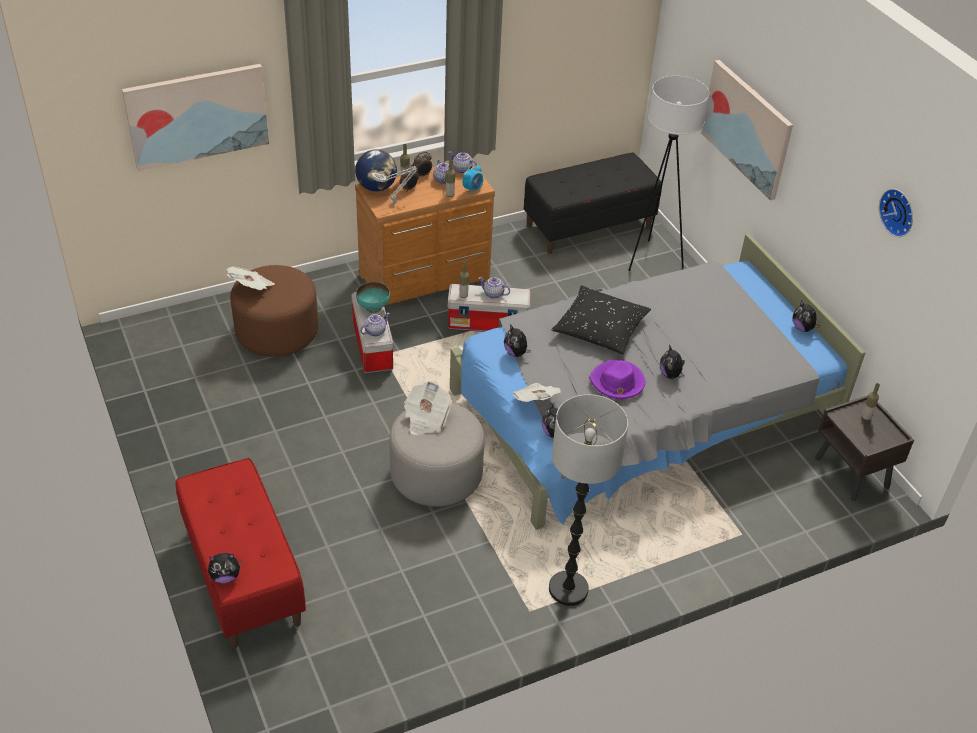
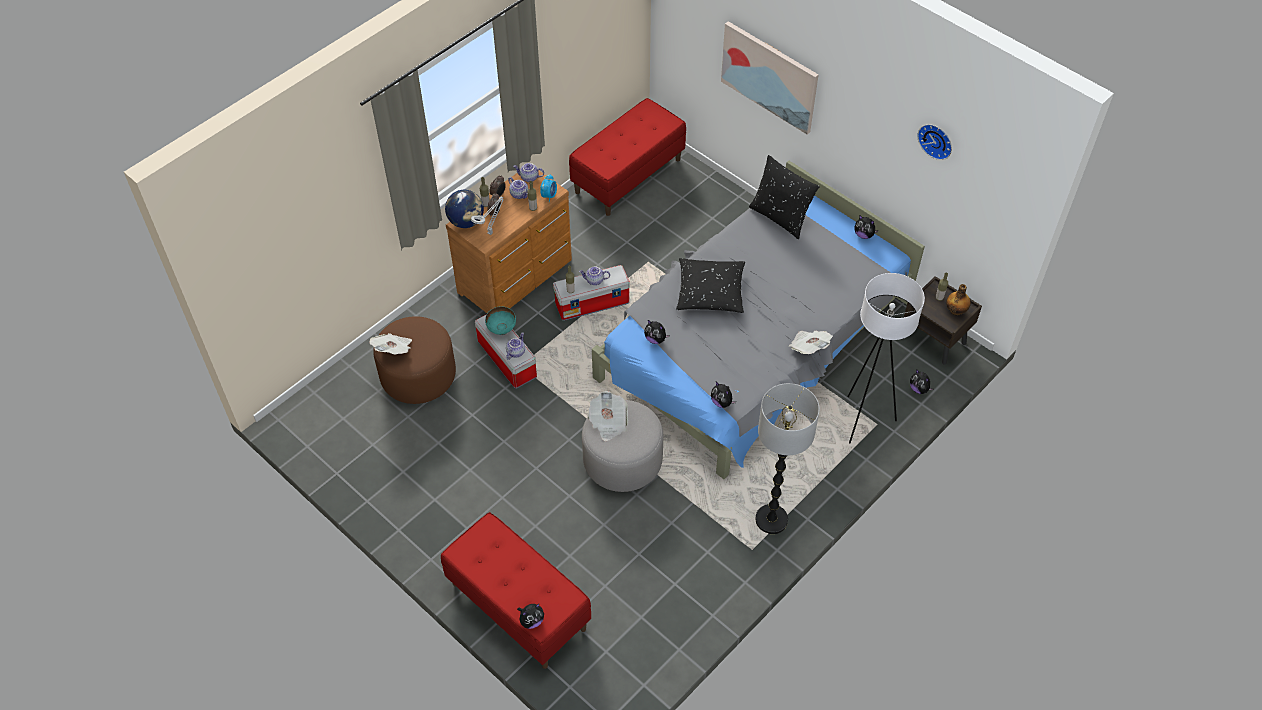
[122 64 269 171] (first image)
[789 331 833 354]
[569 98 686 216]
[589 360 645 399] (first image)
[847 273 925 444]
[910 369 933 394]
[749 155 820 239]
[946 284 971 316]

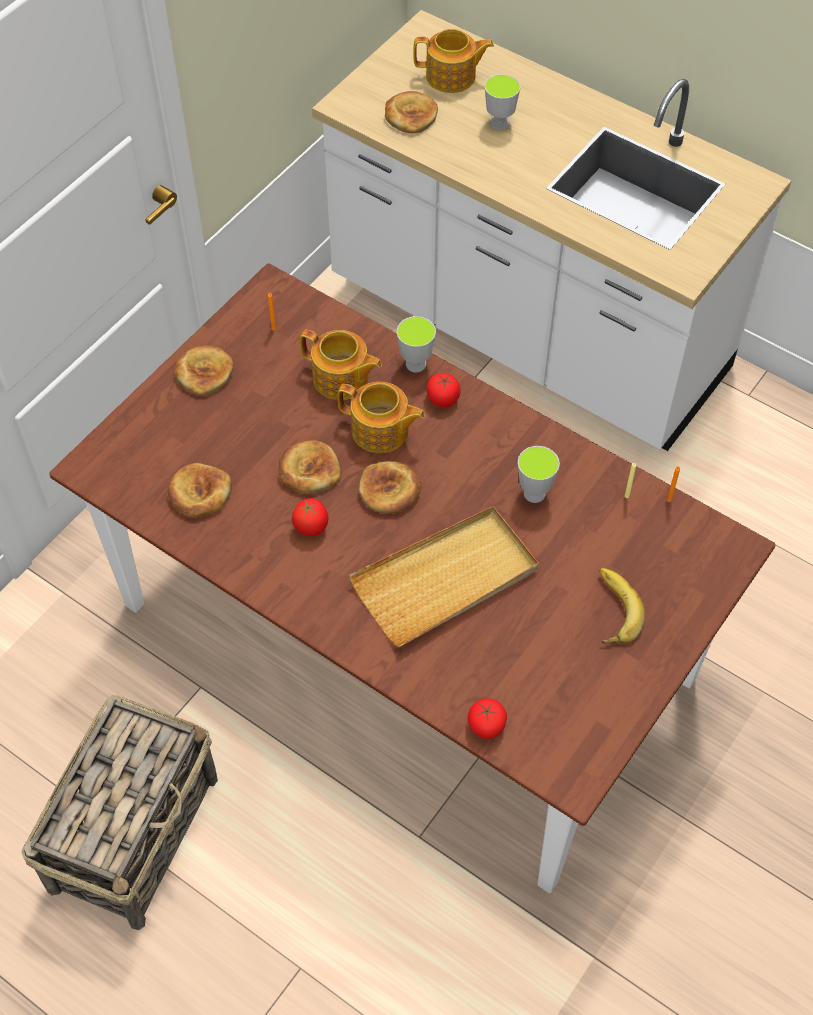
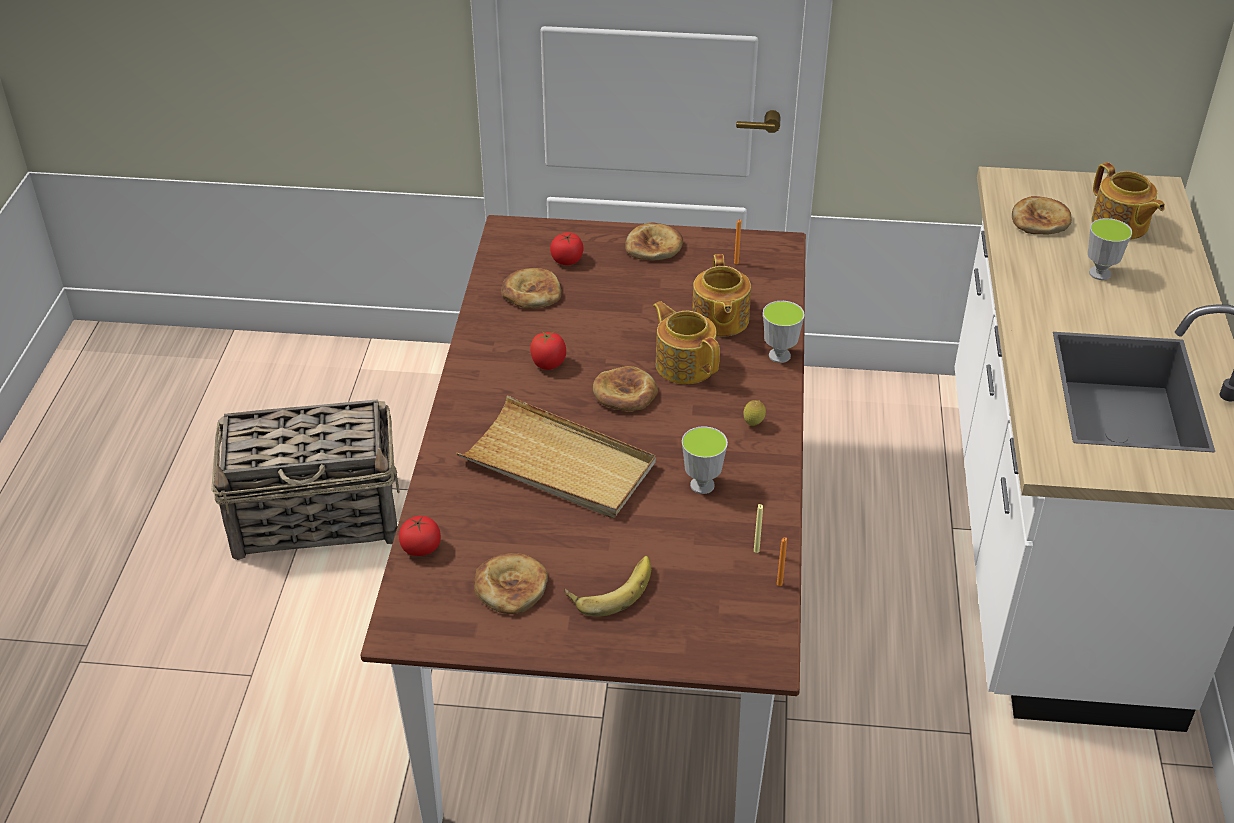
[474 552 548 614]
[653 301 720 384]
[550 232 584 265]
[743 400 766 426]

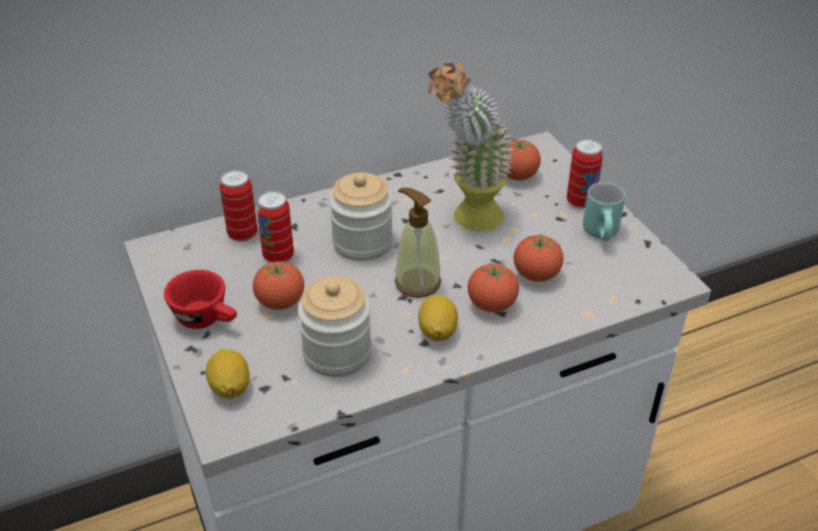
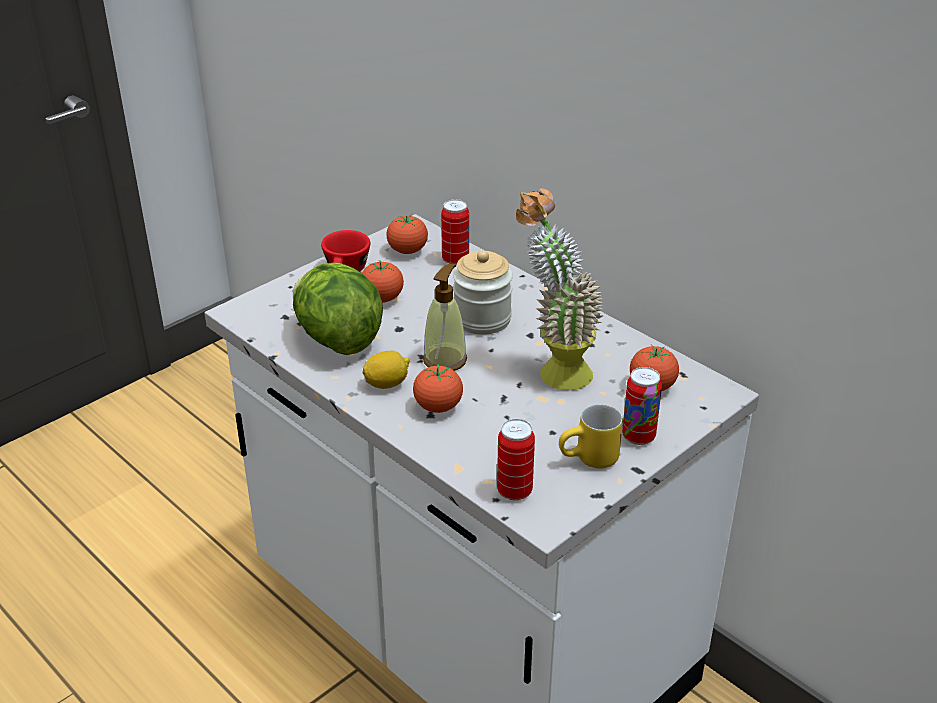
[206 348 249 398] (first image)
[497 419 535 500]
[293 262 383 355]
[386 214 428 254]
[559 404 623 469]

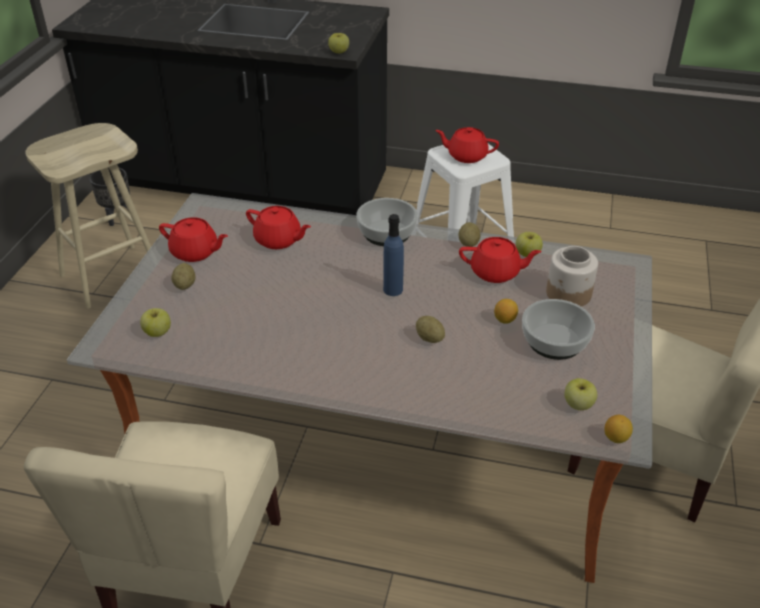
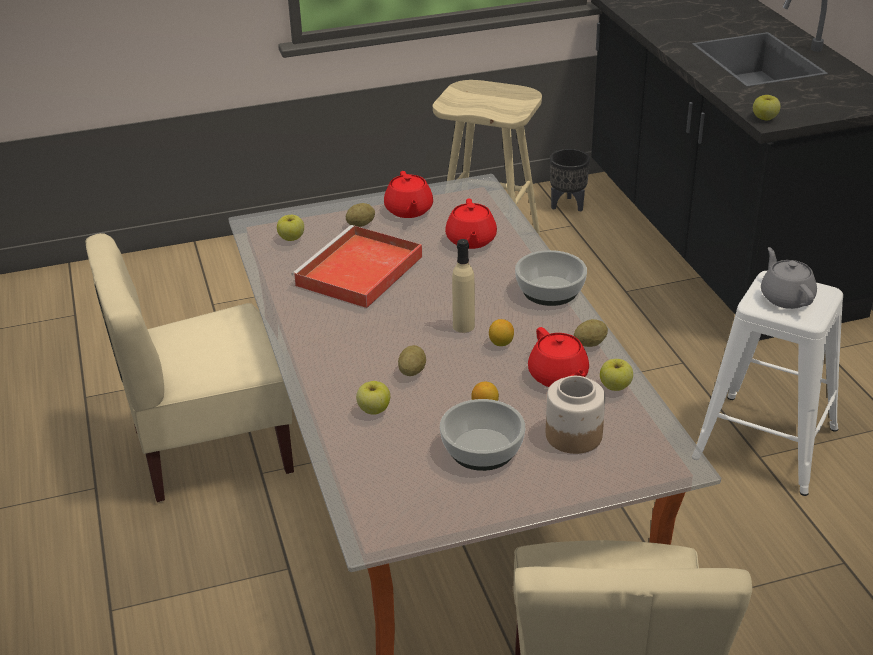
[452 239 475 333]
[761 247 817 309]
[356 381 390 415]
[489 319 514 346]
[291 225 422 308]

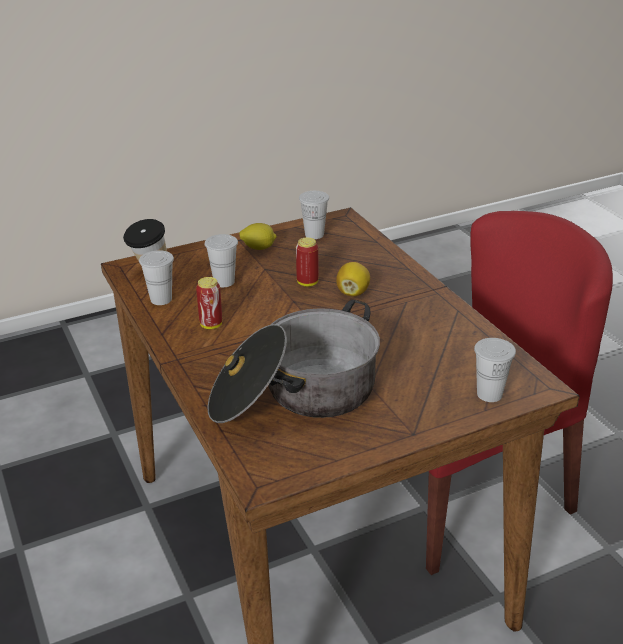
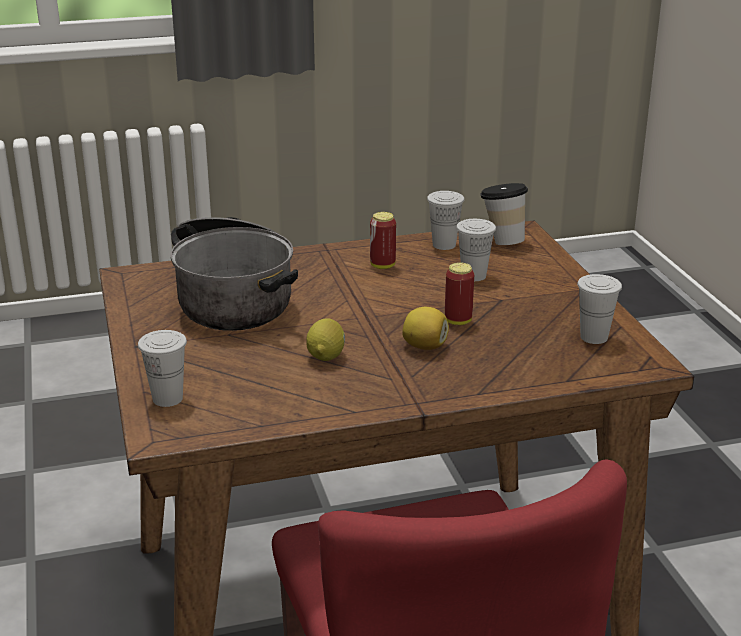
[306 318 345 361]

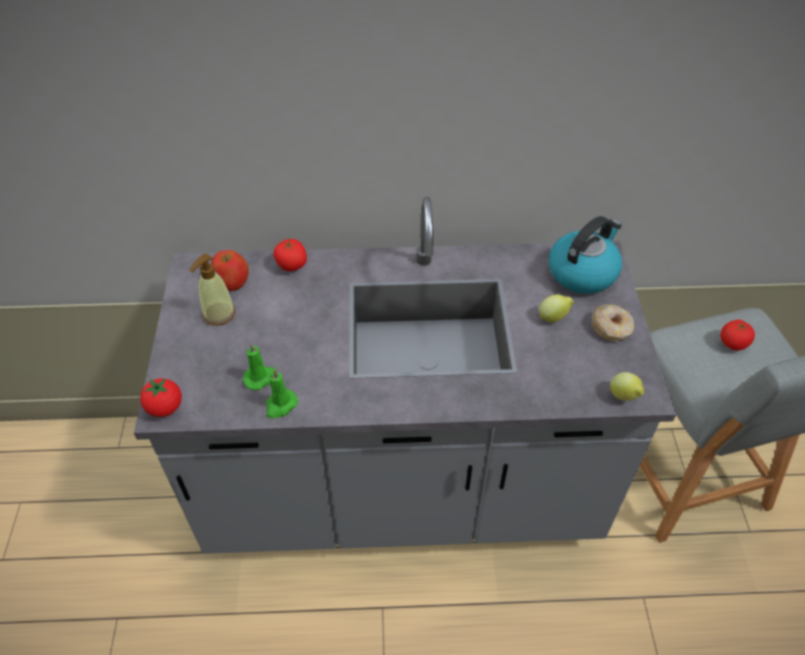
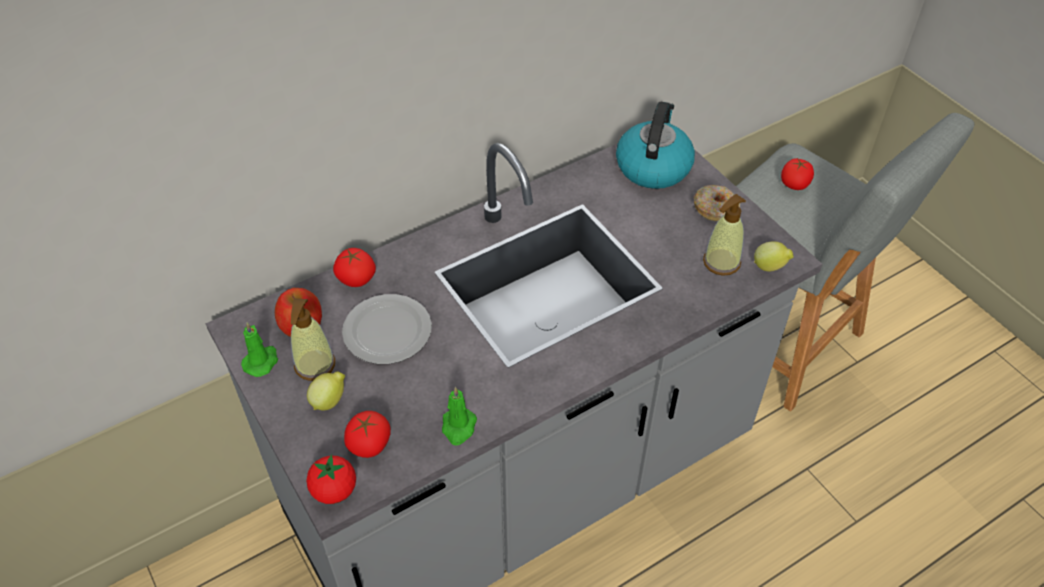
[241 322 278 377]
[307 371 345 410]
[342 294 432 364]
[344 411 391 458]
[703 194 746 276]

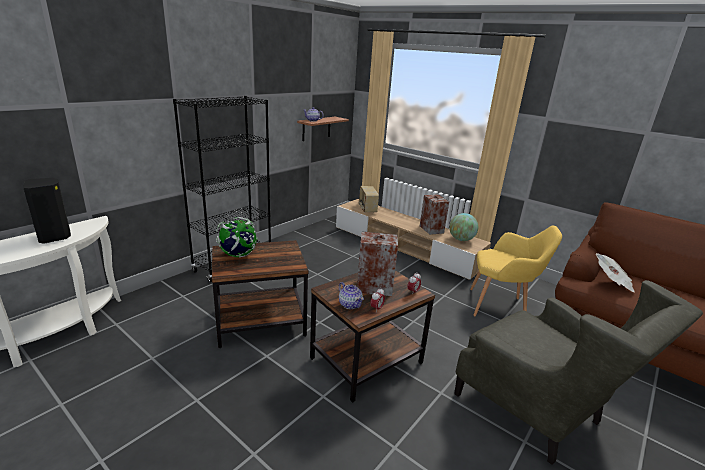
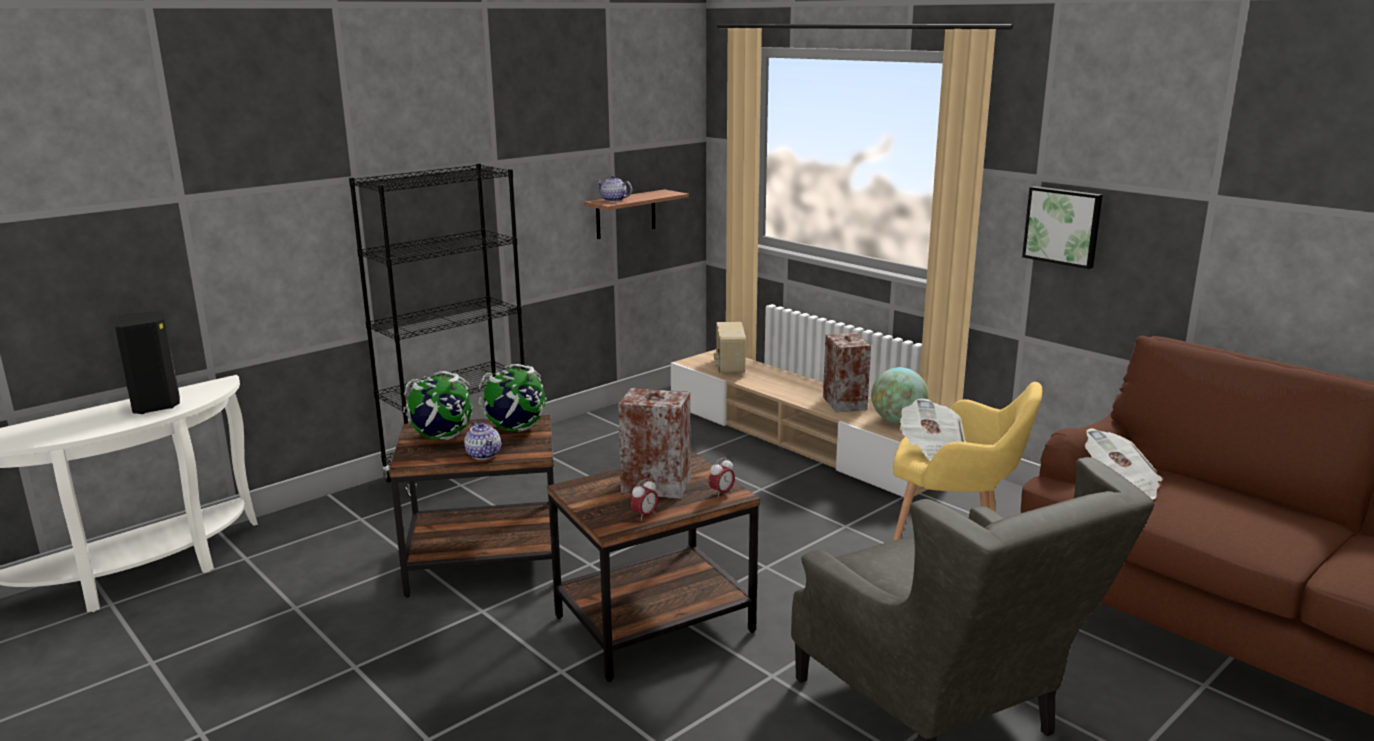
[464 422 501 460]
[478 364 547 432]
[900 399 965 461]
[1022 186 1102 269]

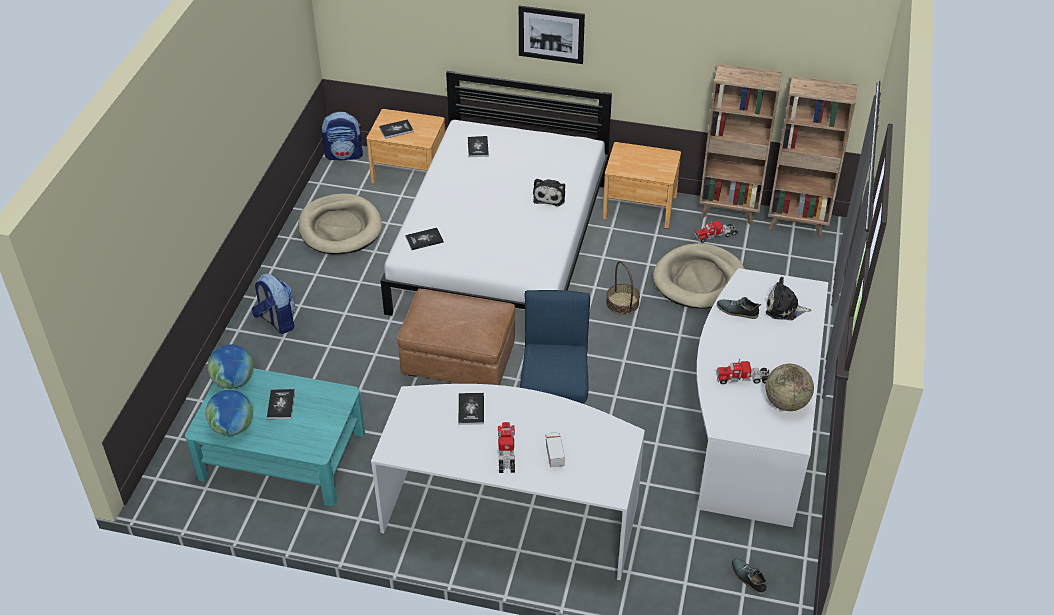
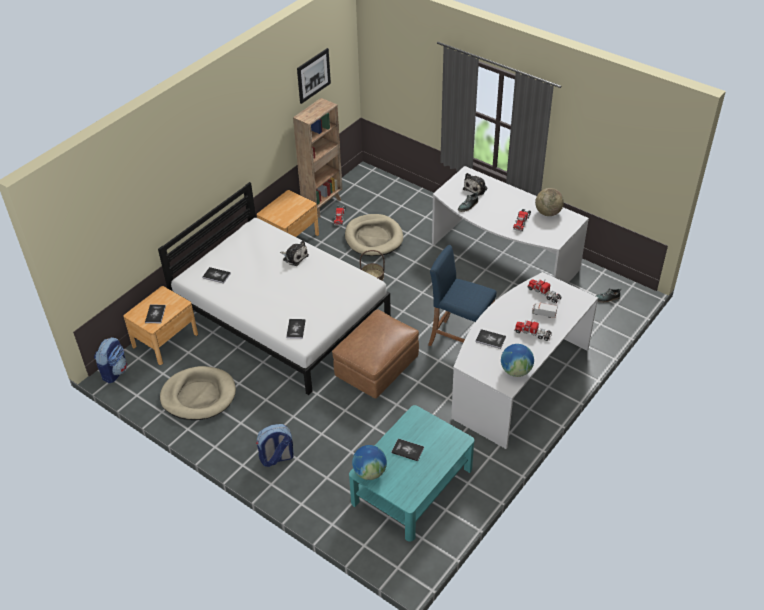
[501 344 534 377]
[297 48 331 104]
[768 76 857 238] (first image)
[527 279 562 303]

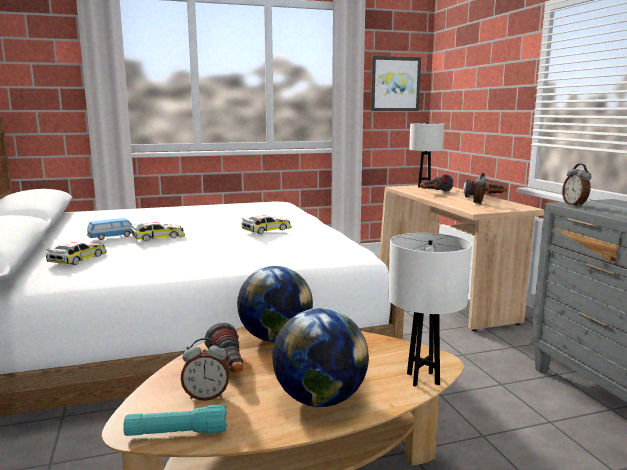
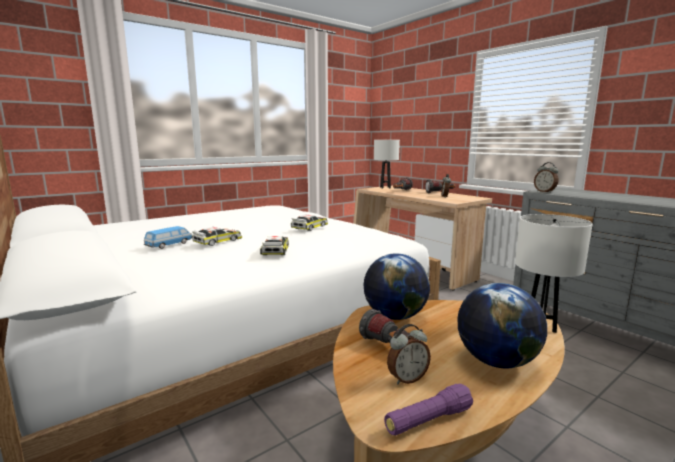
[260 236 289 255]
[384 384 473 435]
[371 56 421 111] (first image)

